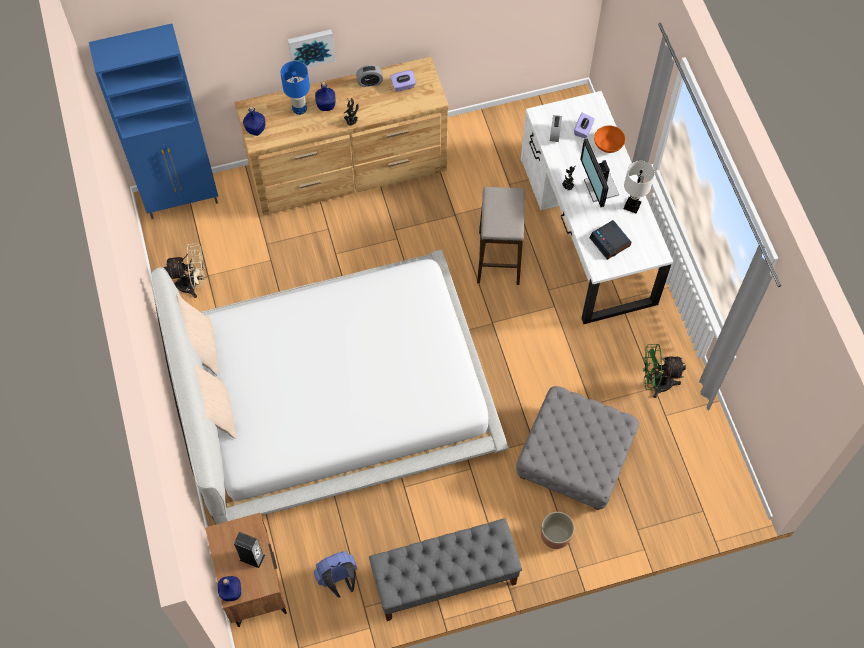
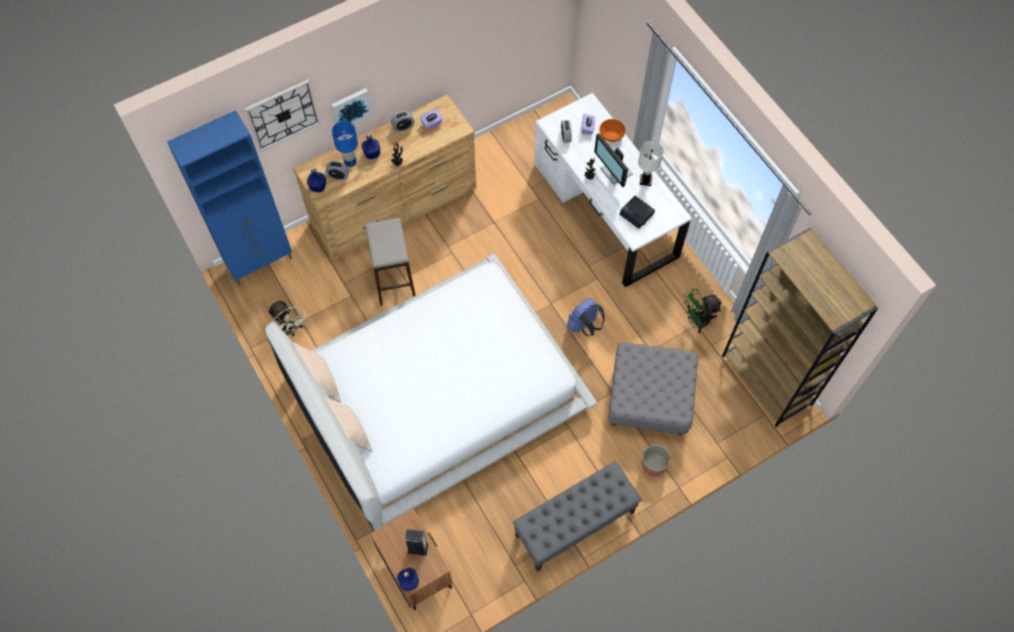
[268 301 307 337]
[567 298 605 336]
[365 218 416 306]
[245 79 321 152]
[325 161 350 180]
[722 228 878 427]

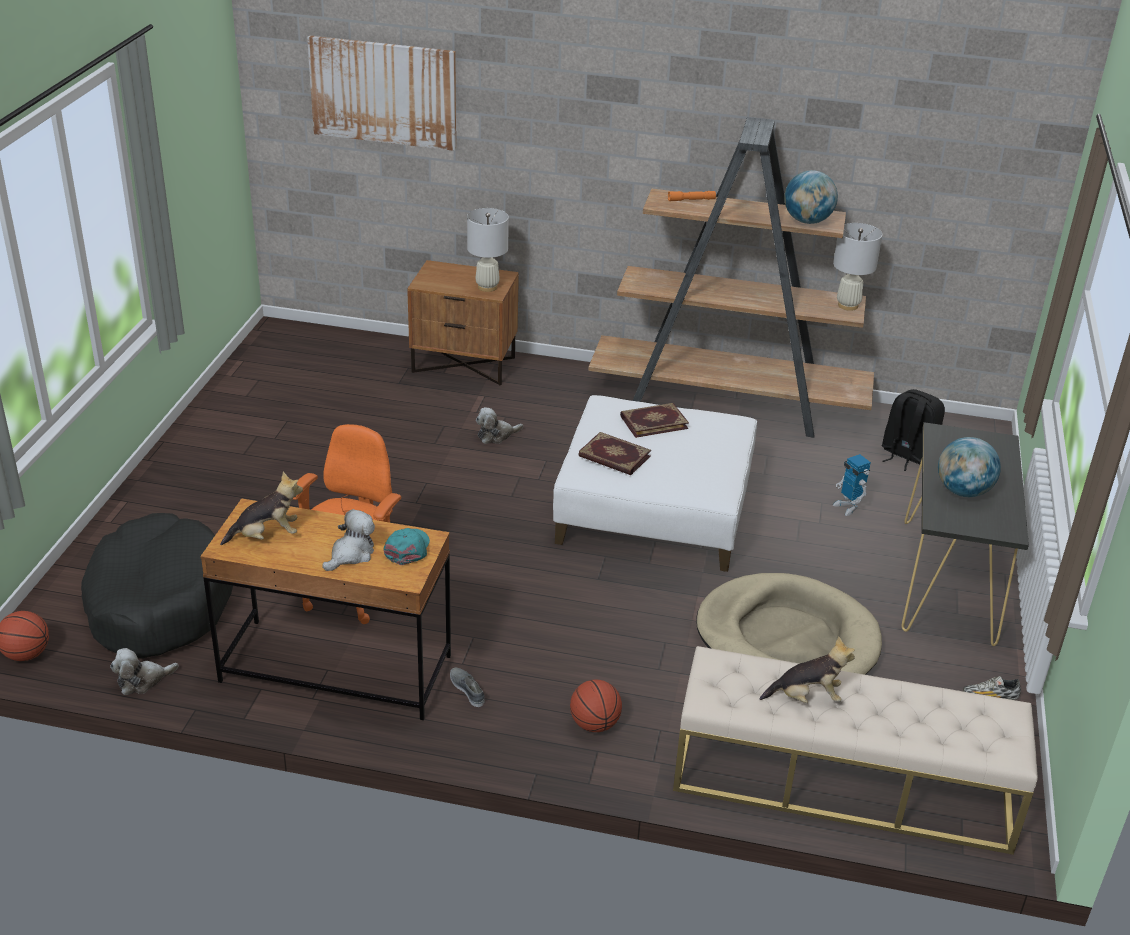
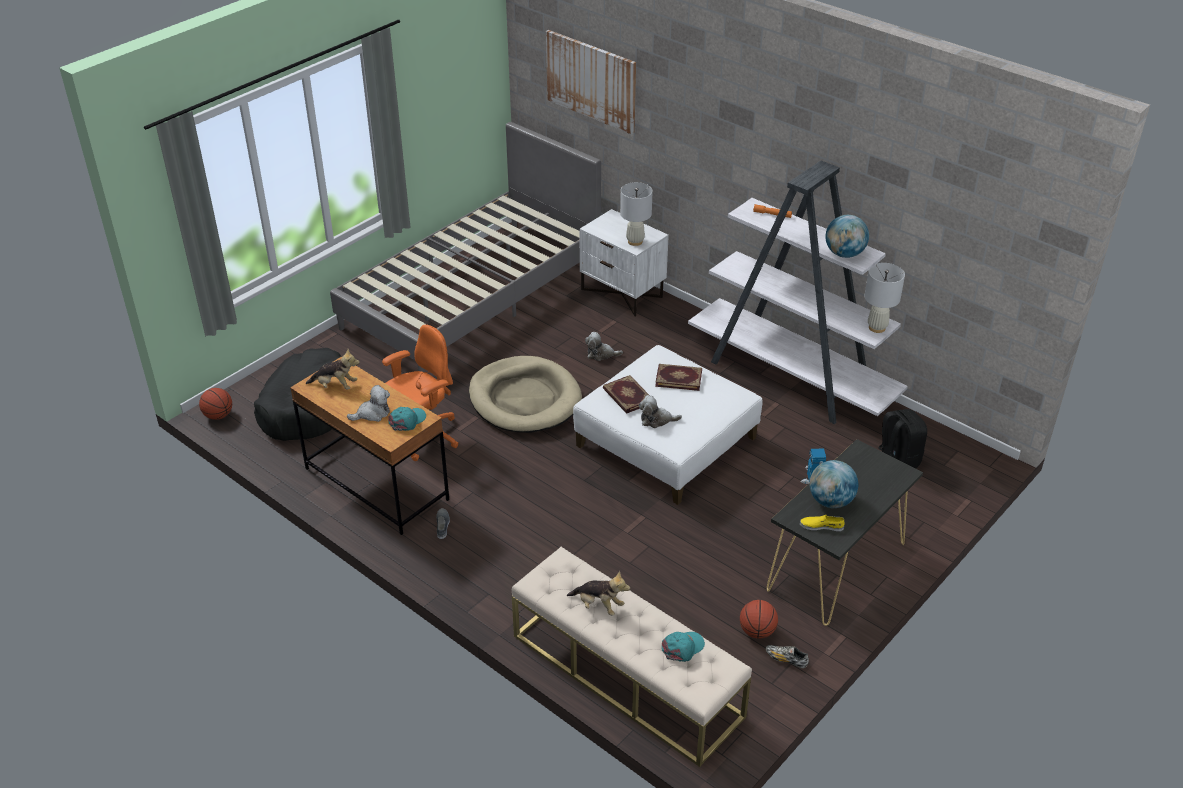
[639 395 682 428]
[580 209 668 316]
[740 600 778 639]
[688 161 908 424]
[469 356 582 433]
[330 122 601 372]
[662 632 705 662]
[800 515 845 531]

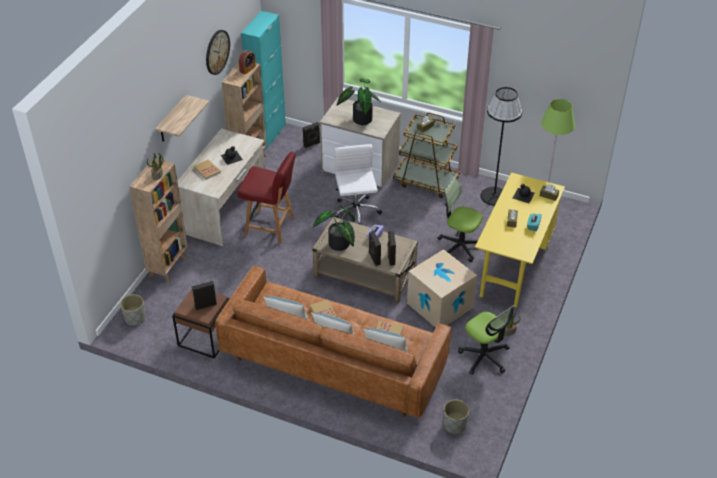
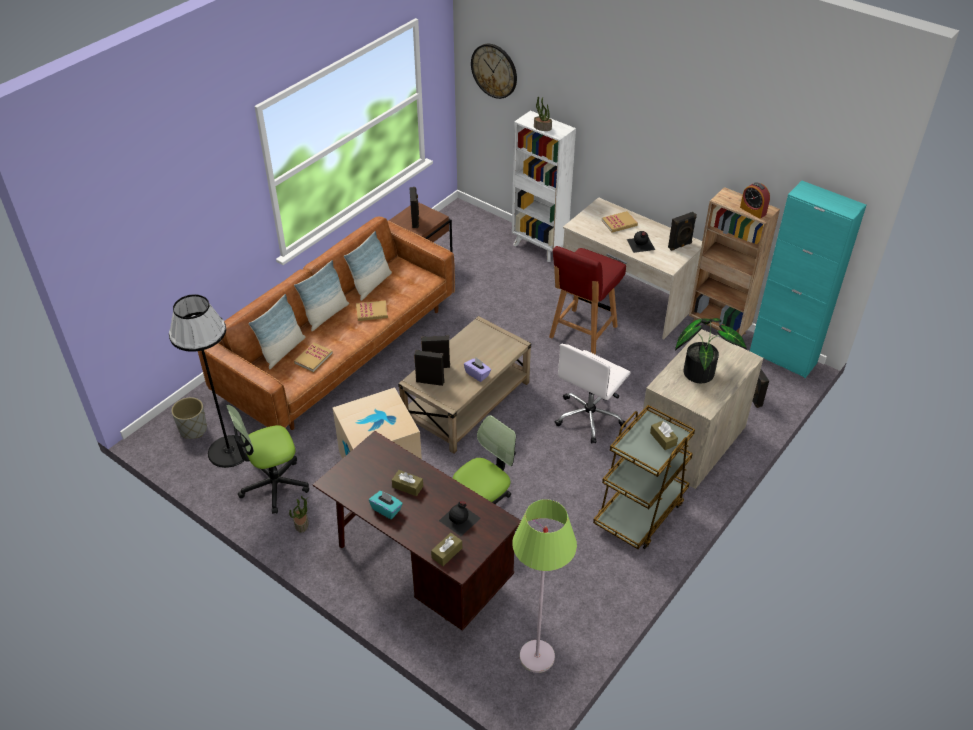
[120 294 145 326] (first image)
[512 110 576 262]
[155 95 209 142] (first image)
[471 44 517 99]
[313 205 355 251] (first image)
[555 344 631 444]
[313 431 521 631]
[169 294 246 468]
[668 212 697 251]

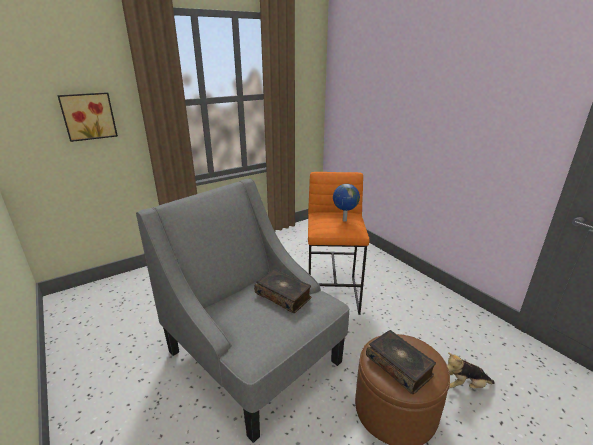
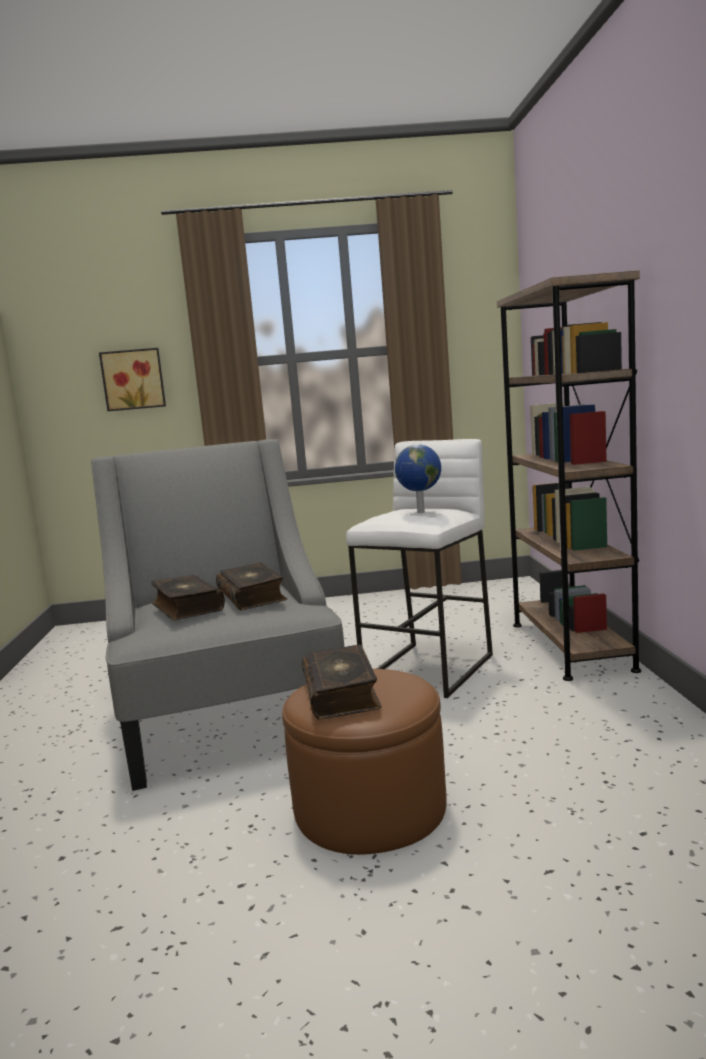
[346 439 493 698]
[447 352 495 389] (first image)
[151 575 225 620]
[497 271 641 681]

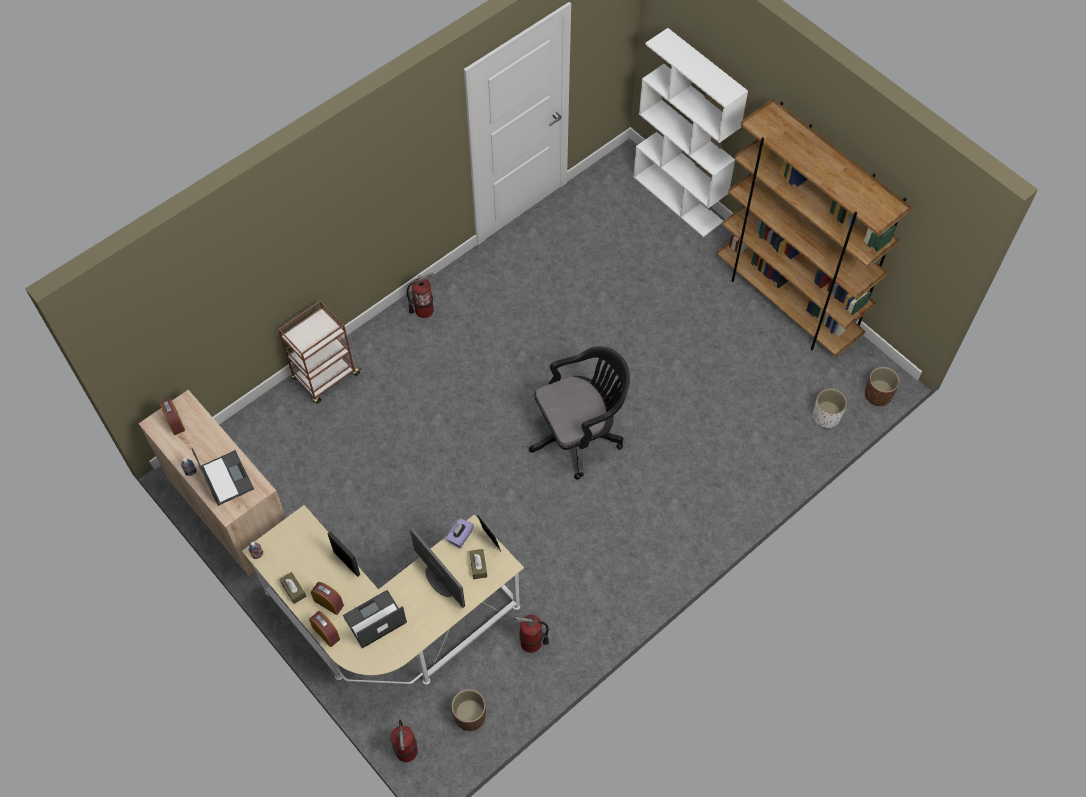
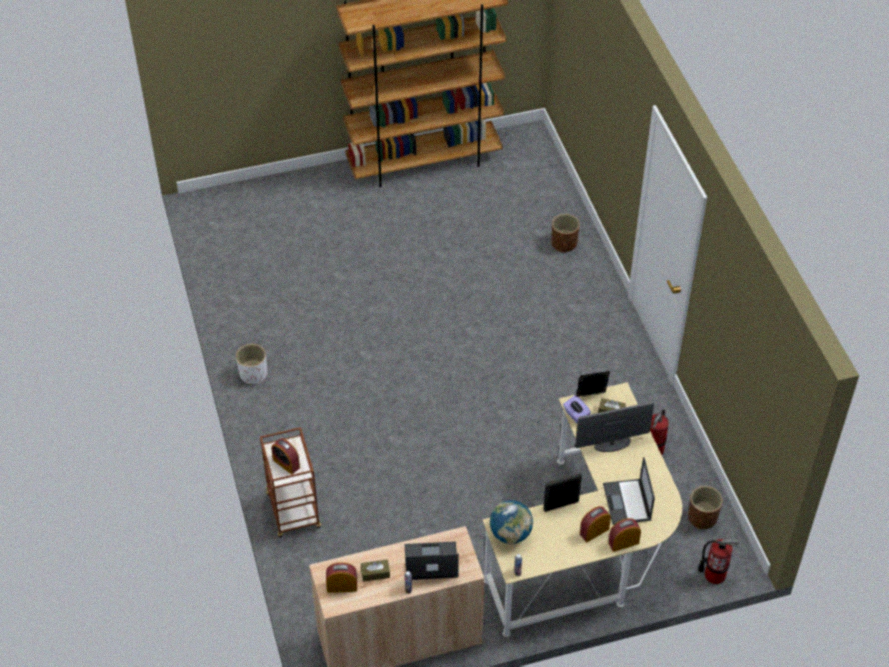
[361 559 390 582]
[407 273 434 318] (first image)
[529 346 630 480] (first image)
[633 28 748 237] (first image)
[236 344 267 385]
[551 214 580 253]
[271 438 300 475]
[490 500 533 544]

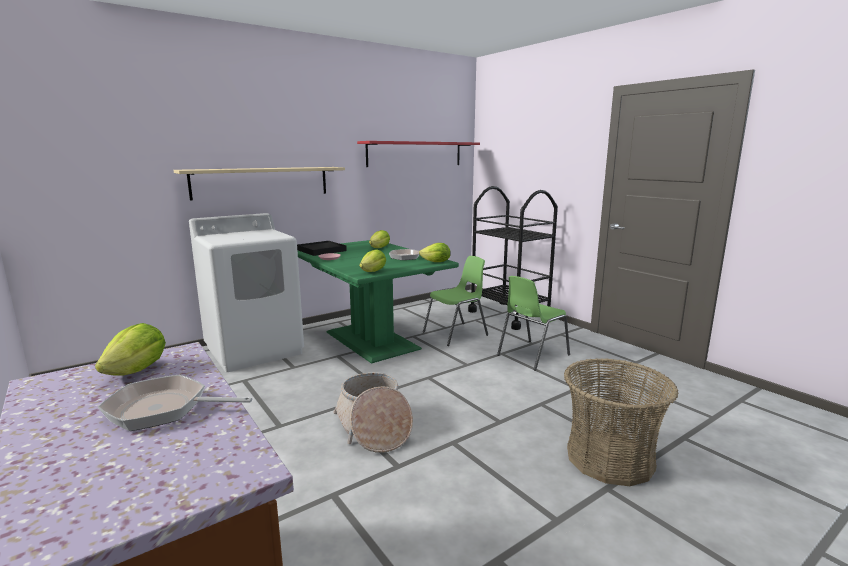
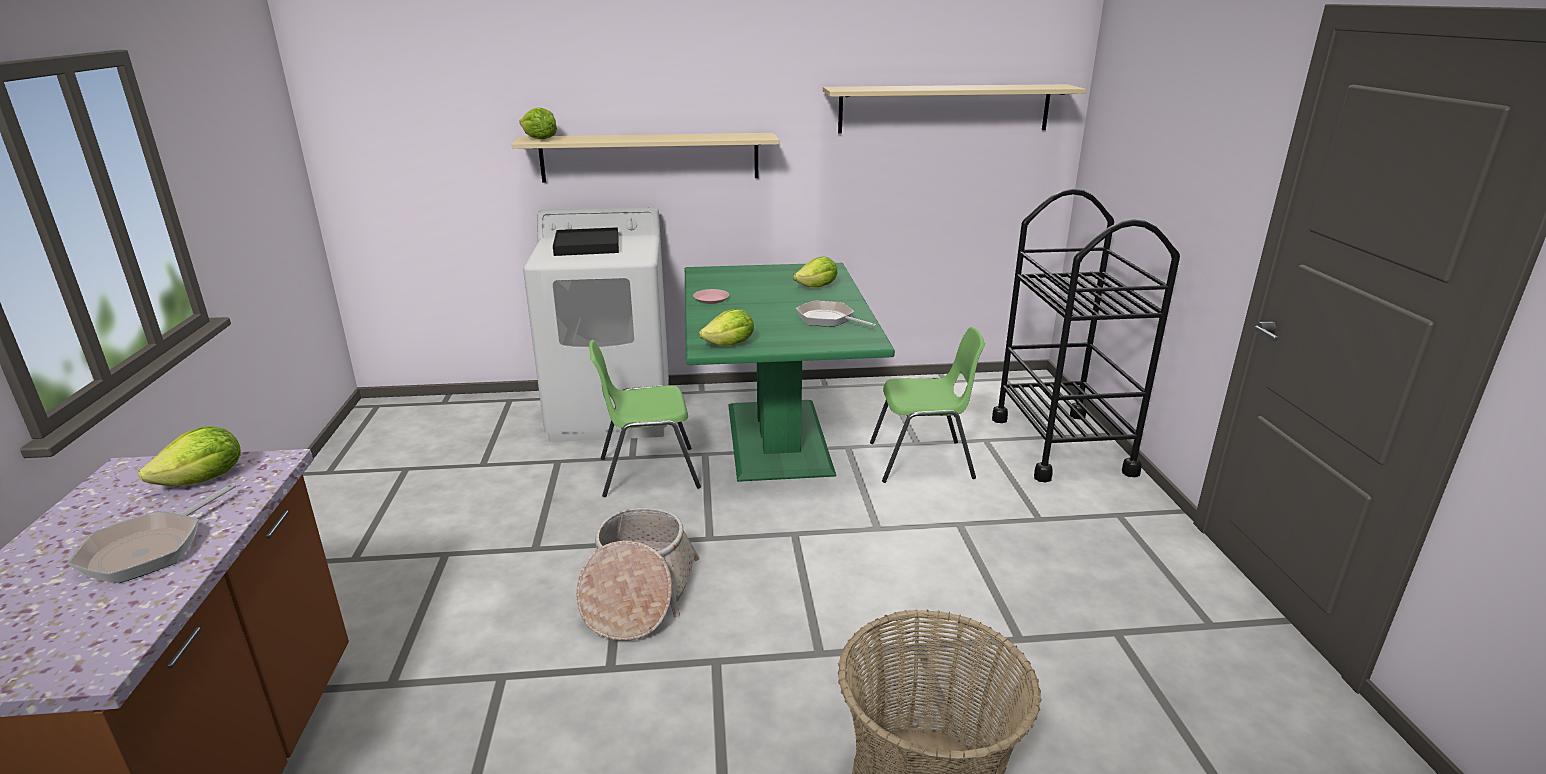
[67 483 236 583]
[553 227 619 256]
[823 84 1086 133]
[519 108 557 139]
[589 340 701 497]

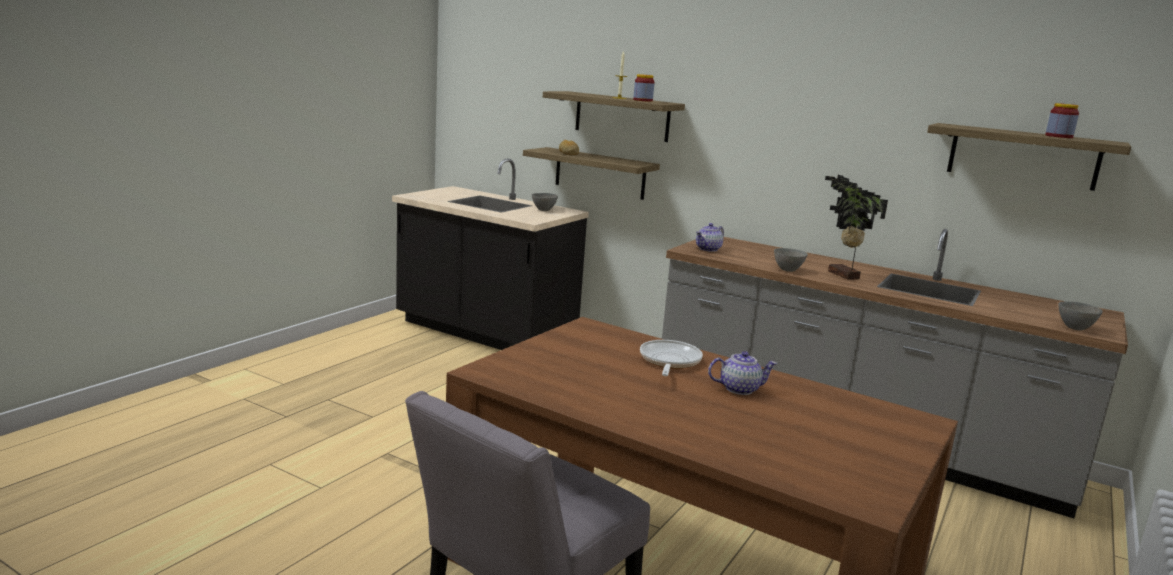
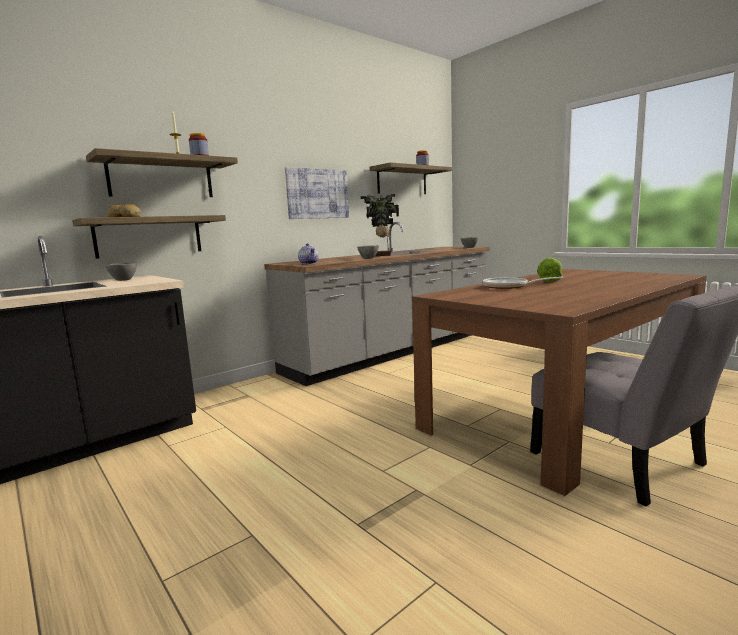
[537 258 562 282]
[285 167 349 219]

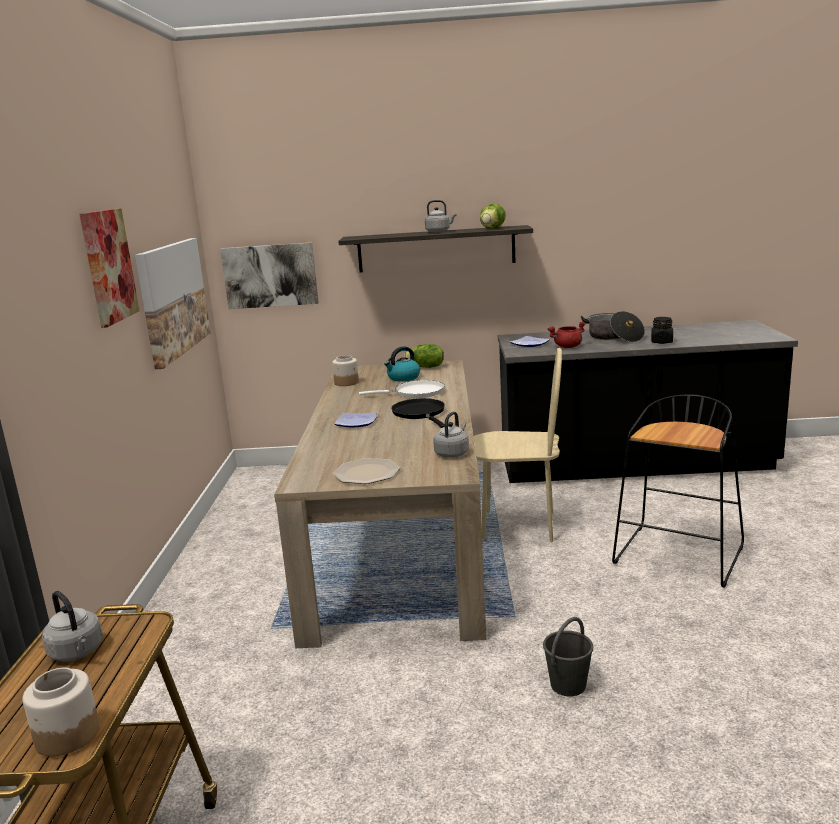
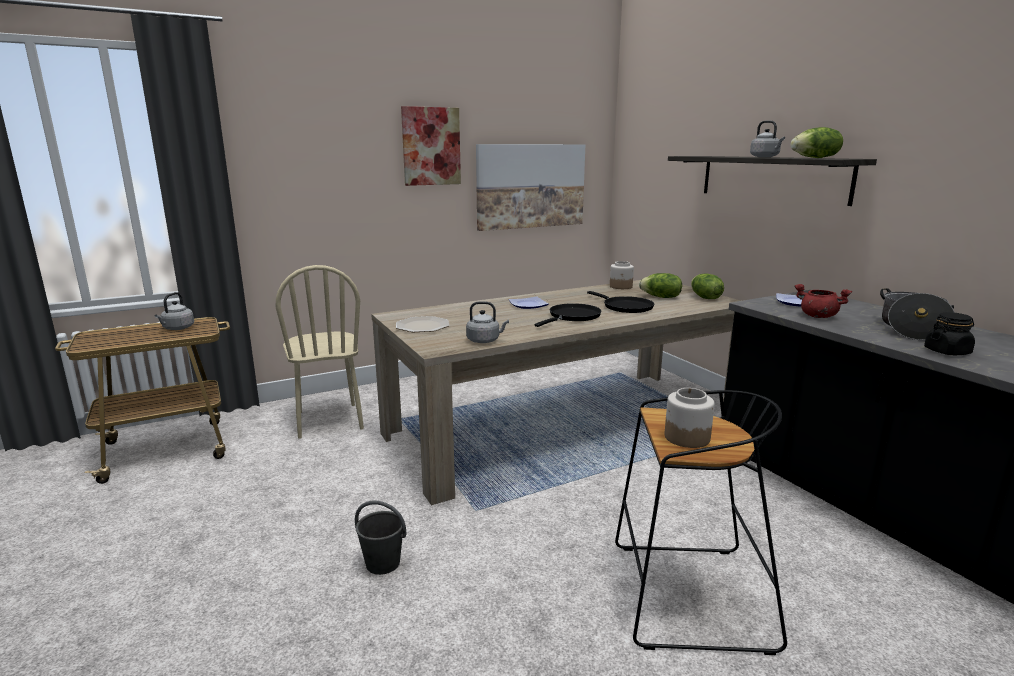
[665 388 715 448]
[220 242 319 309] (first image)
[587 291 654 313]
[639 273 682 298]
[276 265 364 439]

